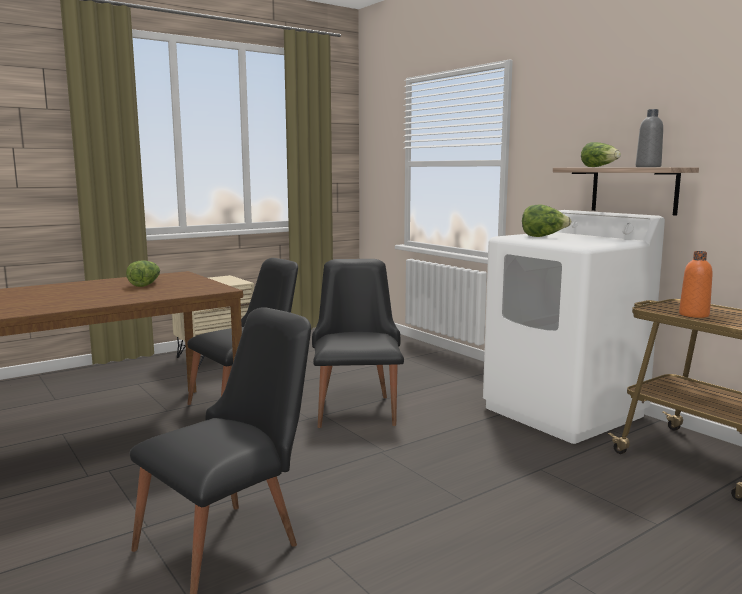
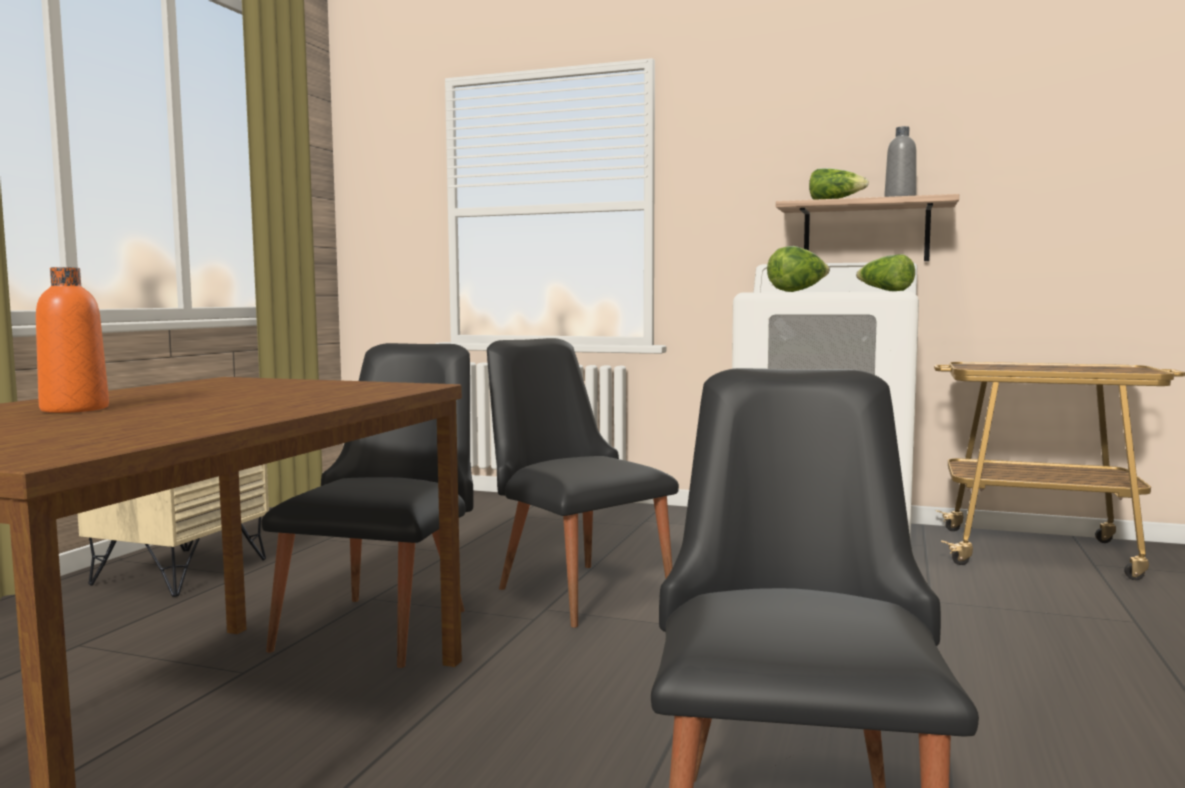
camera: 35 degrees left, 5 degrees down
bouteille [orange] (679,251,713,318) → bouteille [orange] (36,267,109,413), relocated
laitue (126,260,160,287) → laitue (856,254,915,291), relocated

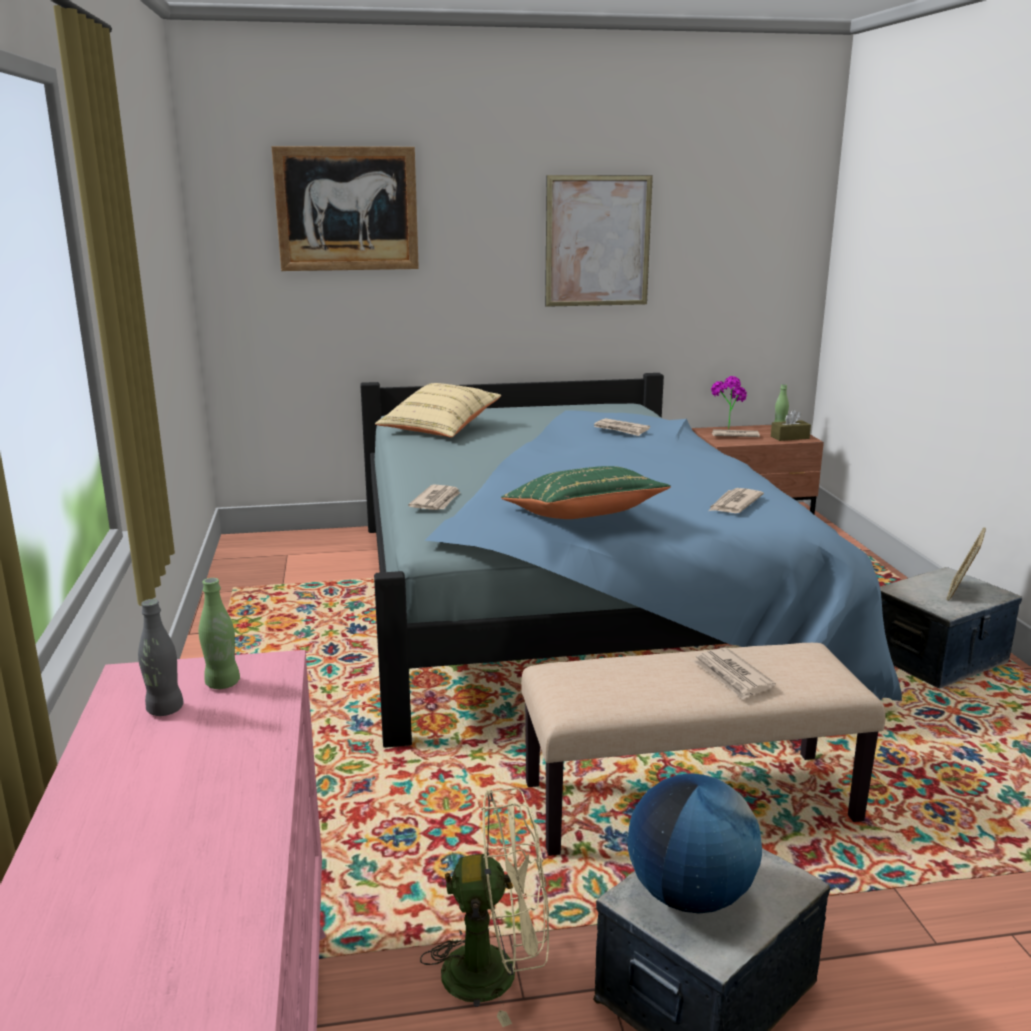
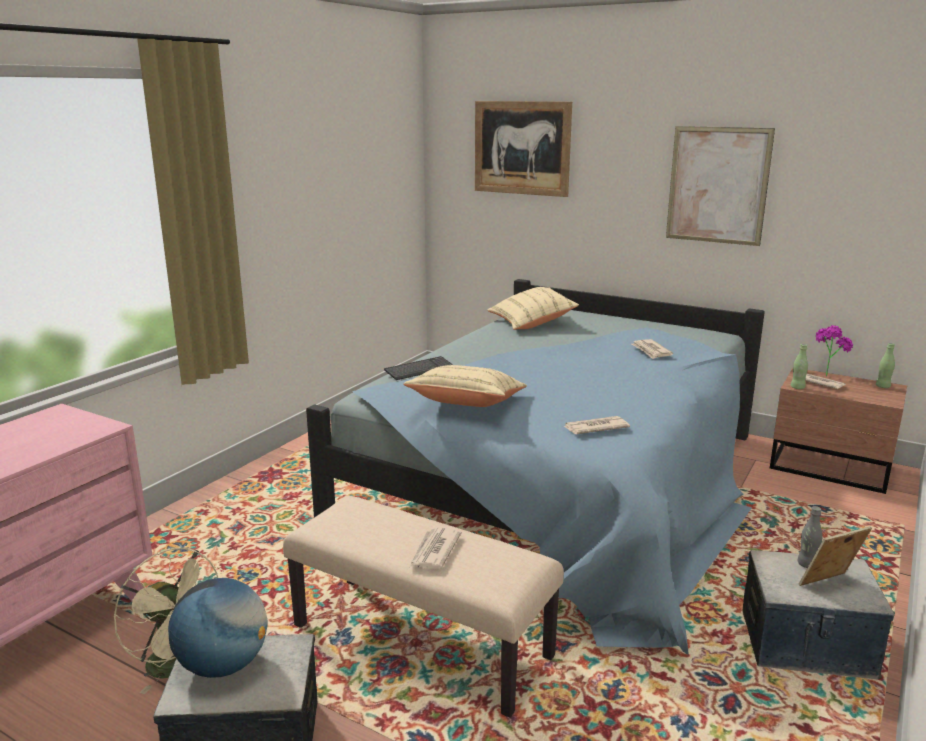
camera: 40 degrees right, 0 degrees up
journal (408,485,461,510) → clavier (384,356,453,380)
coussin [vert] (501,466,671,519) → coussin [beige] (403,365,527,407)
bouteille [vert] (199,578,240,689) → bouteille [vert] (791,344,808,389), relocated
bouteille [gris] (138,599,184,716) → bouteille [gris] (797,506,822,568), relocated
boîte à mouchoirs [marron] (771,410,811,441) → -

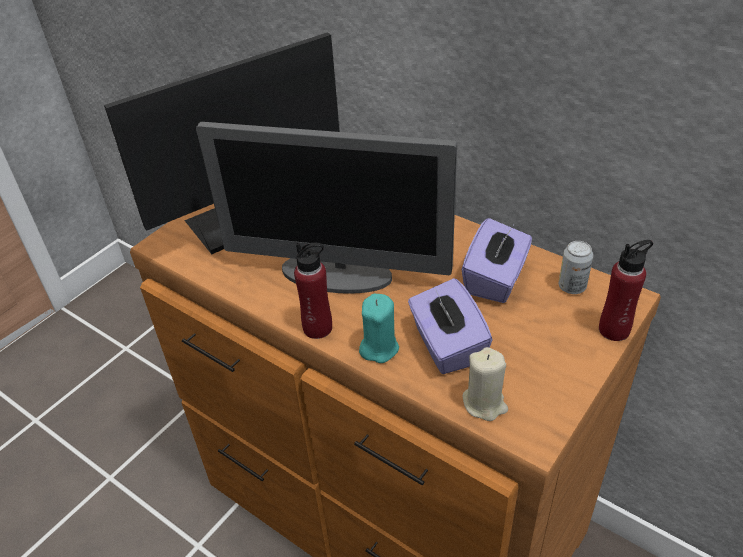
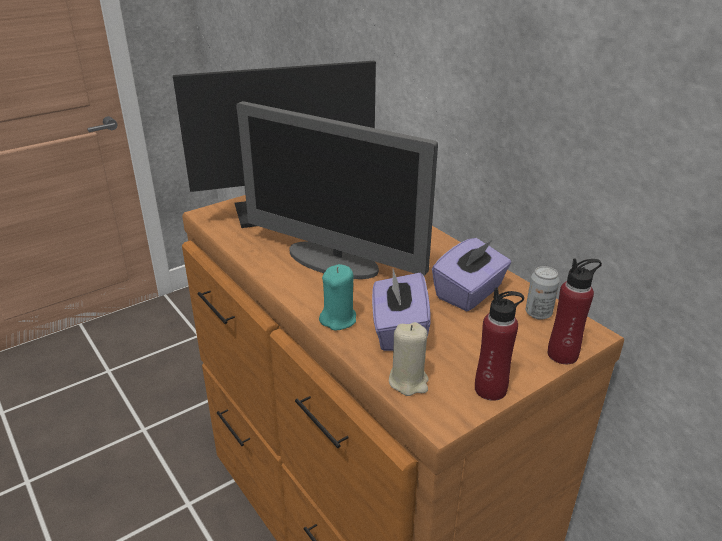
camera: 15 degrees right, 10 degrees down
bouteille [rouge] (294,242,332,339) → bouteille [rouge] (475,287,524,401), relocated

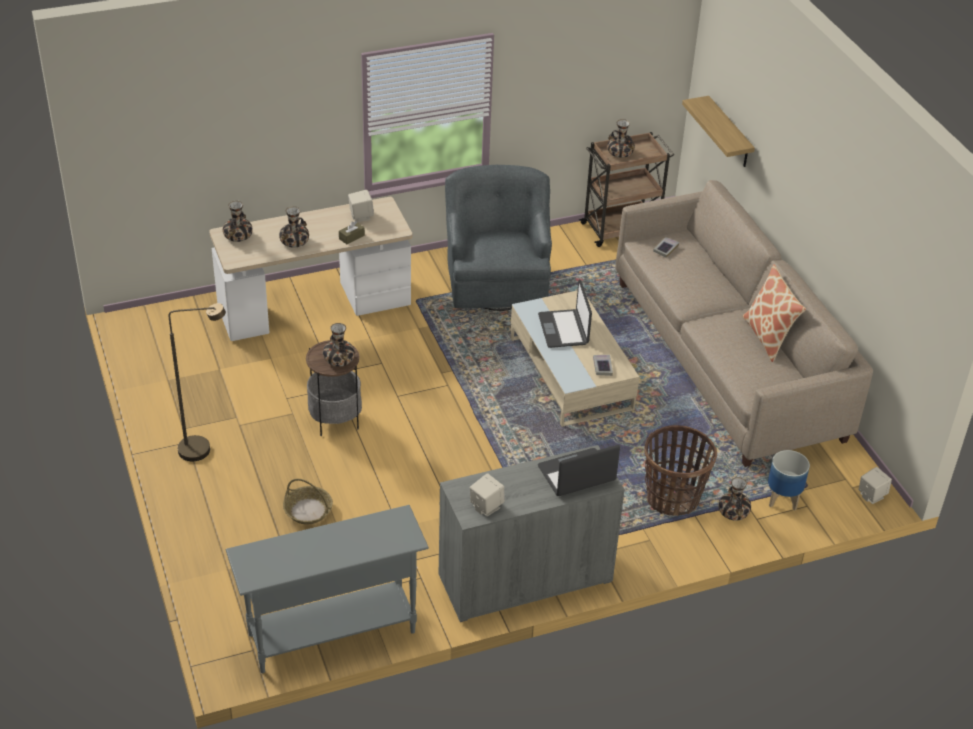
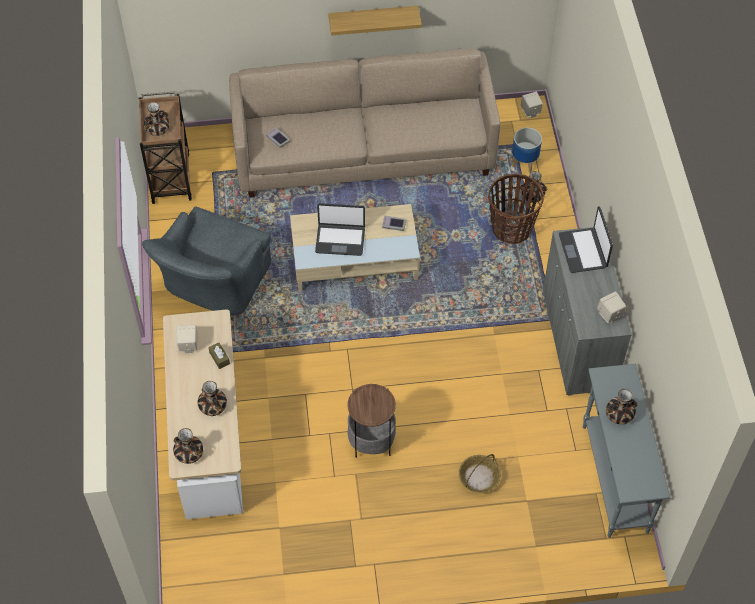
camera: 75 degrees left, 15 degrees up
fauteuil [gris] (445,165,552,311) → fauteuil [gris] (142,207,271,316), 75 degrees counterclockwise
étagère (682,96,755,167) → étagère (328,6,422,35), relocated
vase (323,323,355,367) → vase (606,389,637,425), relocated
lampadaire [marron] (169,303,226,461) → -
coussin (743,264,806,362) → -

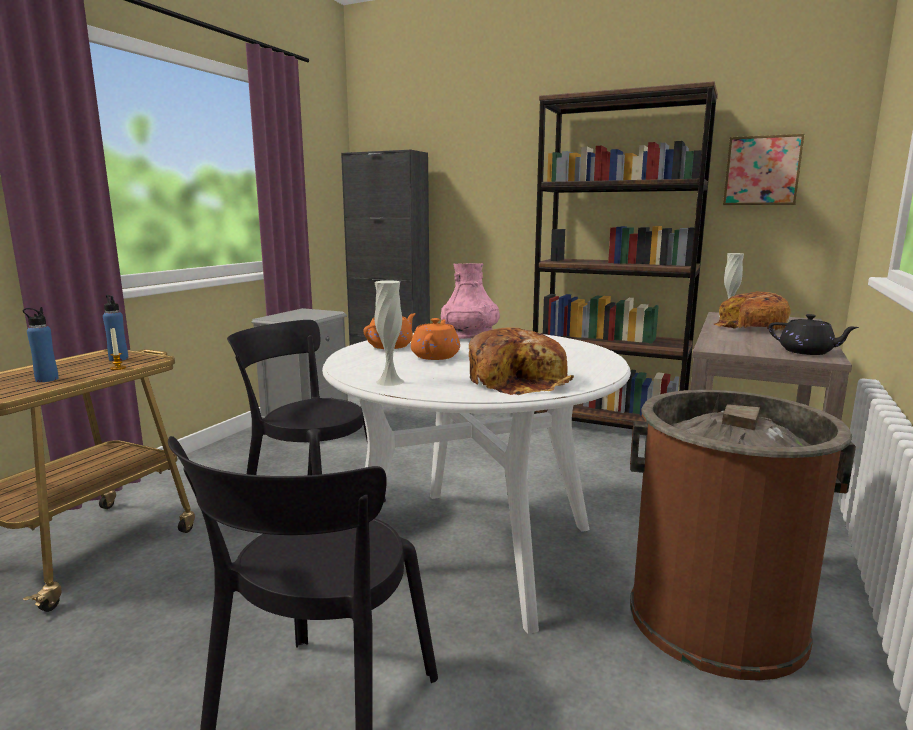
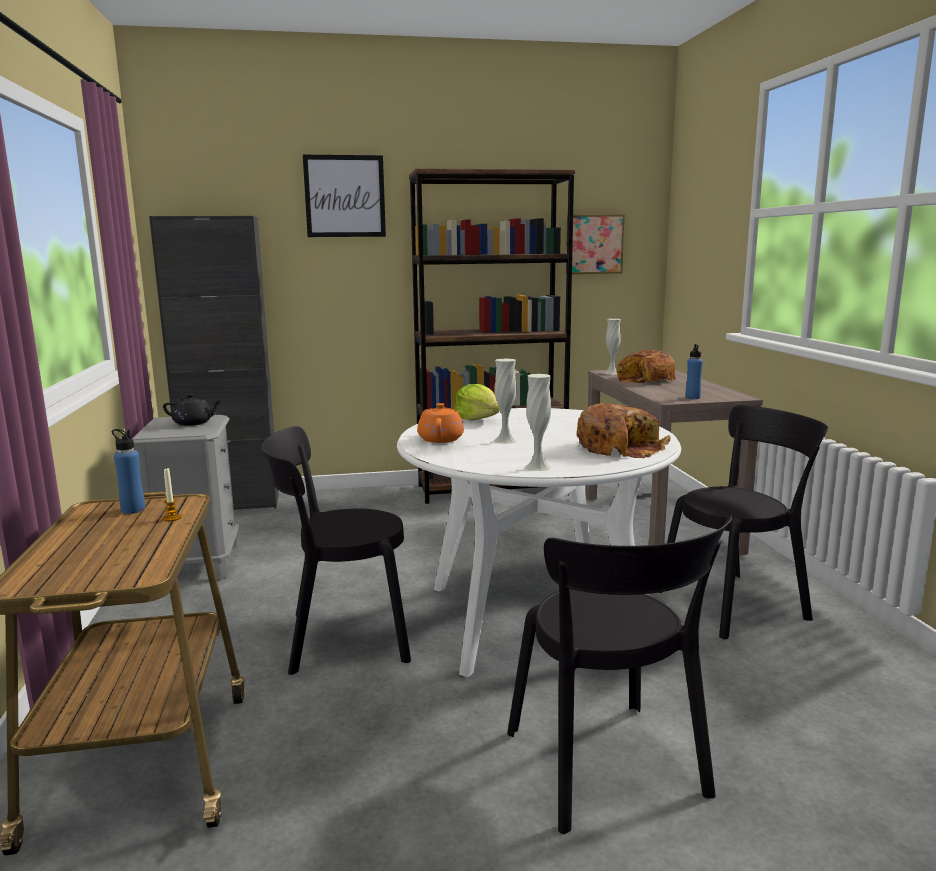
camera: 35 degrees left, 0 degrees up
théière [noir] (769,314,859,355) → théière [noir] (163,394,222,426), relocated
- → tableau (303,155,386,237)
vase [rose] (441,263,500,339) → laitue (455,384,500,421)
théière [orange] (411,318,460,360) → vase [blanc] (494,359,517,444)
poubelle [marron] (630,390,856,681) → chaise [noir] (659,405,829,639)
bouteille [bleu] (23,307,59,382) → bouteille [bleu] (685,344,703,399), relocated

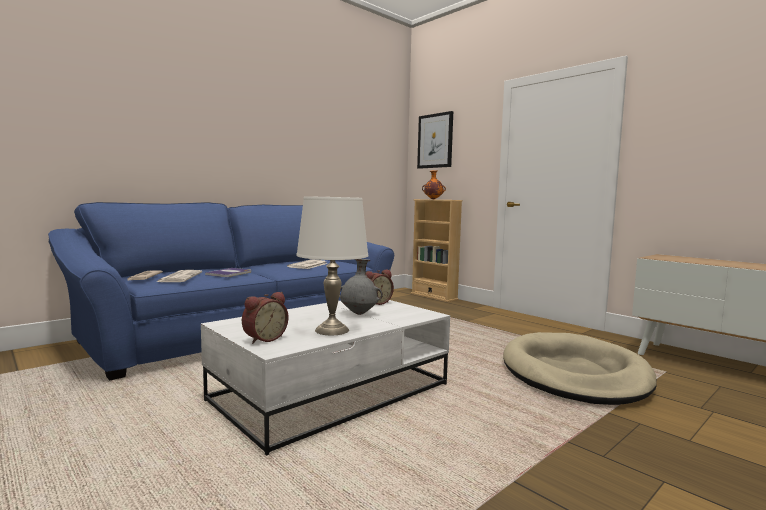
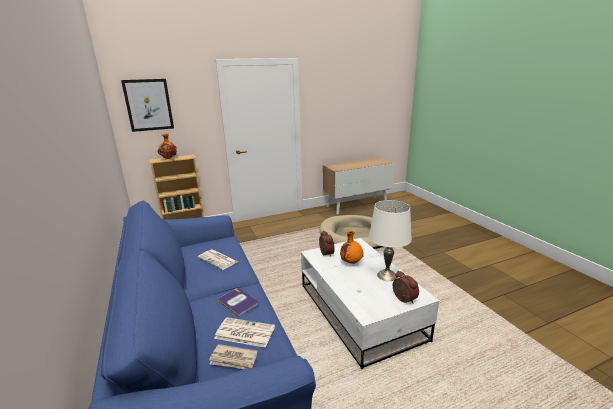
camera: 70 degrees left, 15 degrees up
vase [gris] (339,259,383,315) → vase [orange] (340,230,364,264)

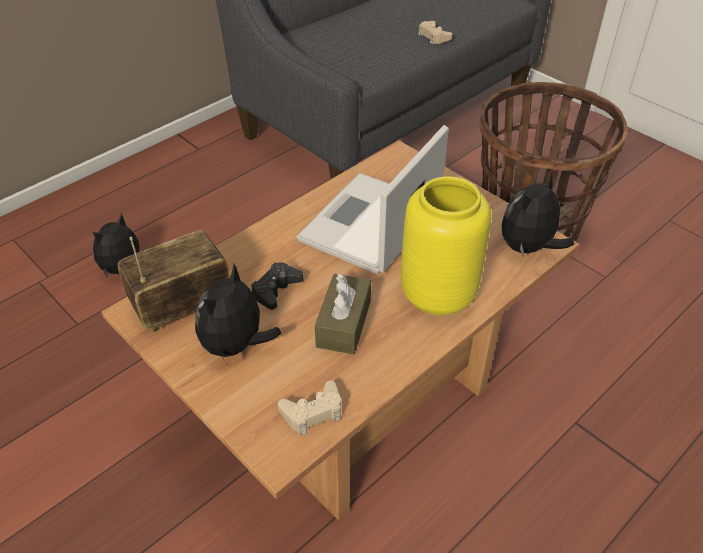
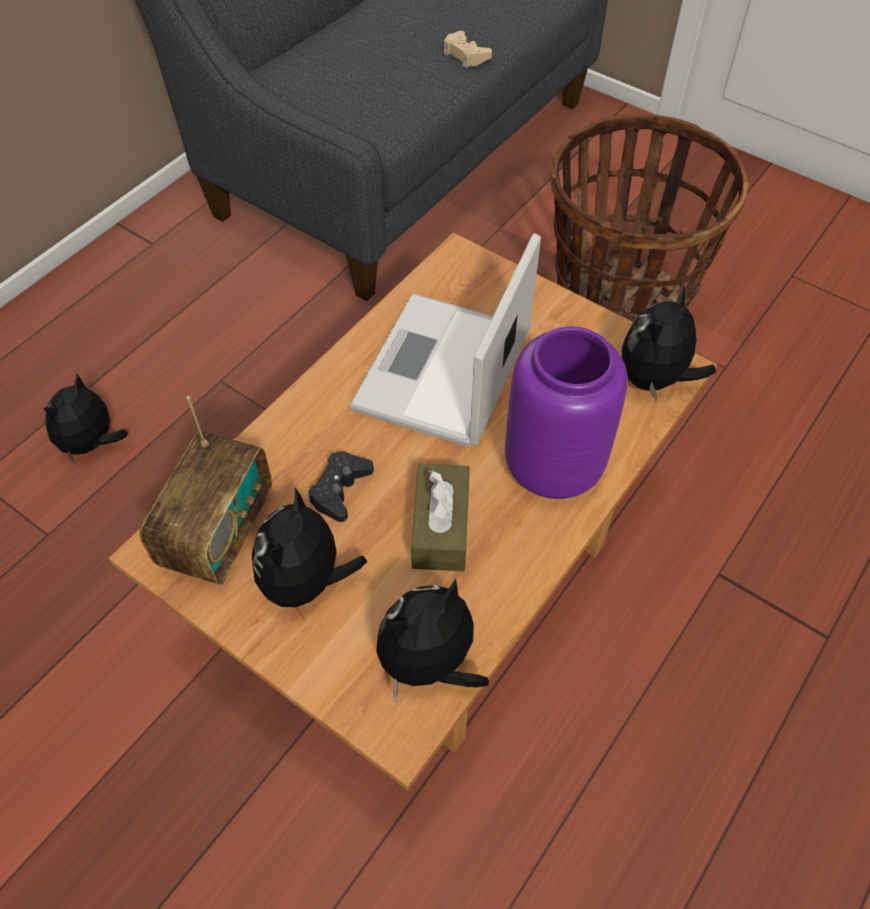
camera: 10 degrees left, 10 degrees up
radio (118,230,230,332) → radio (139,396,272,585), 150 degrees clockwise
manette [beige] (278,381,341,435) → peluche (376,578,489,703)
vase [jaune] (401,176,491,315) → vase [violet] (505,326,628,499)

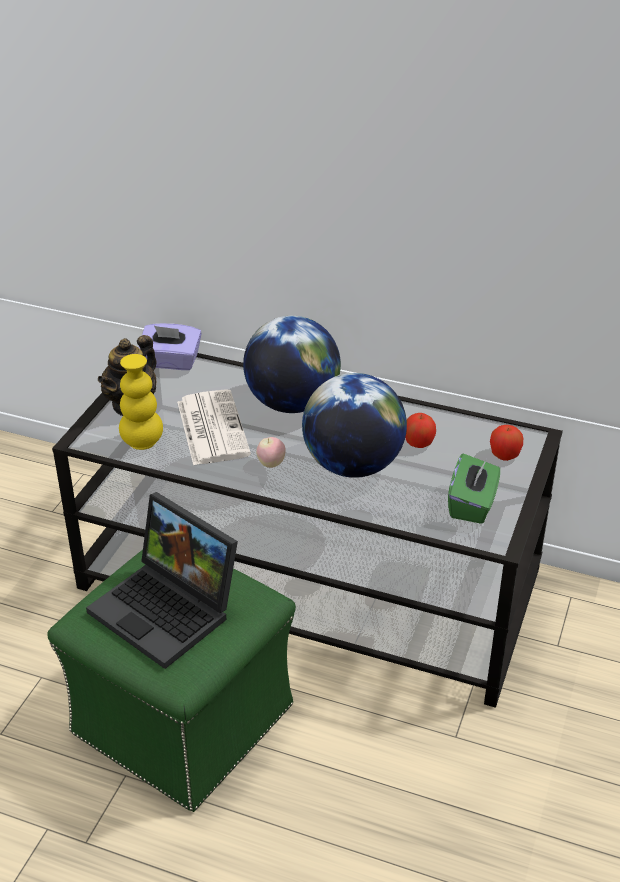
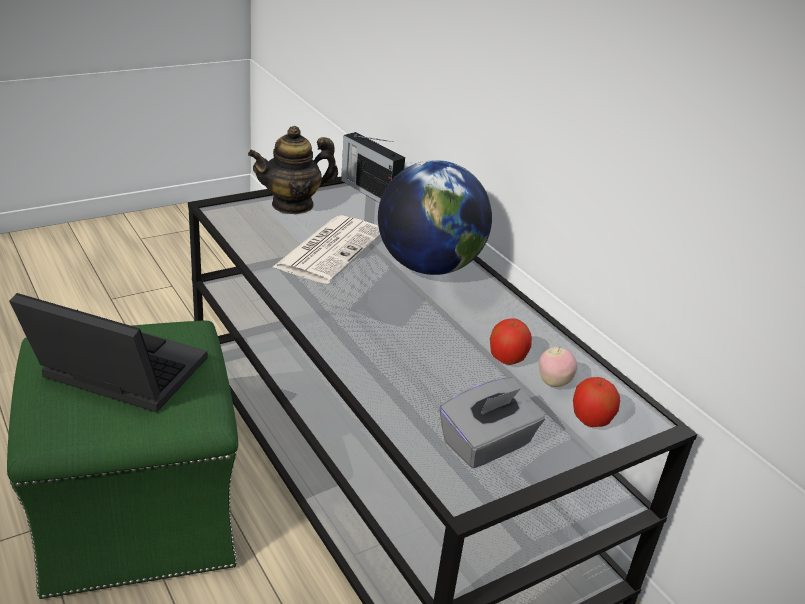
camera: 35 degrees right, 5 degrees down
ordinateur portable (86,492,238,669) → ordinateur portable (9,293,208,412), 120 degrees clockwise
boîte à mouchoirs [violet] (138,323,202,370) → radio (341,132,405,203)
boîte à mouchoirs [vert] (448,453,500,524) → boîte à mouchoirs [gris] (439,377,545,468)
pomme (256,437,286,468) → pomme (539,347,577,387), relocated
vase [jaune] (119,354,163,450) → -
globe (302,373,407,478) → -

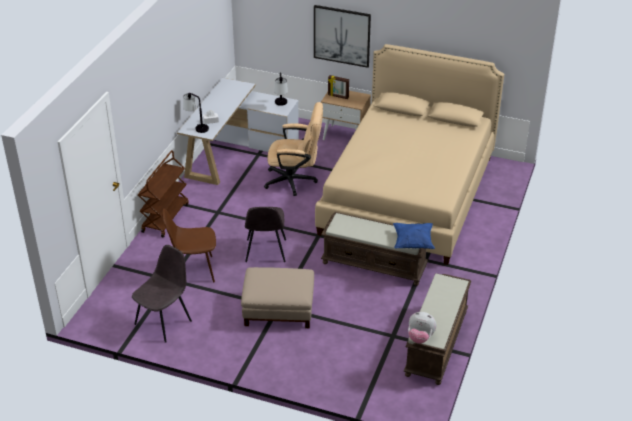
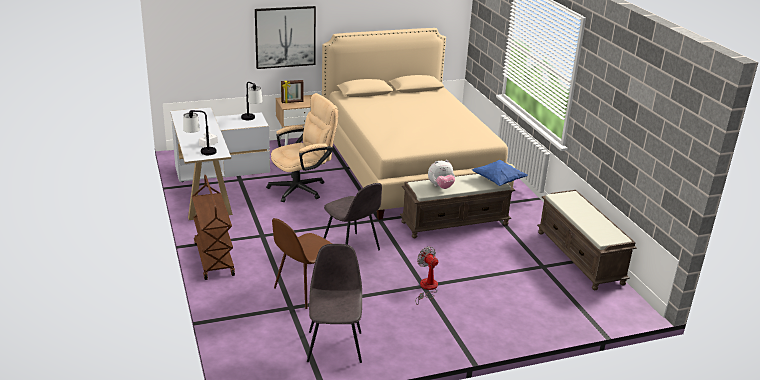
camera: 40 degrees left, 10 degrees down
pouf [beige] (241,267,314,328) → ventilateur (415,247,438,305)
peluche (408,312,436,344) → peluche (428,160,455,189), relocated

